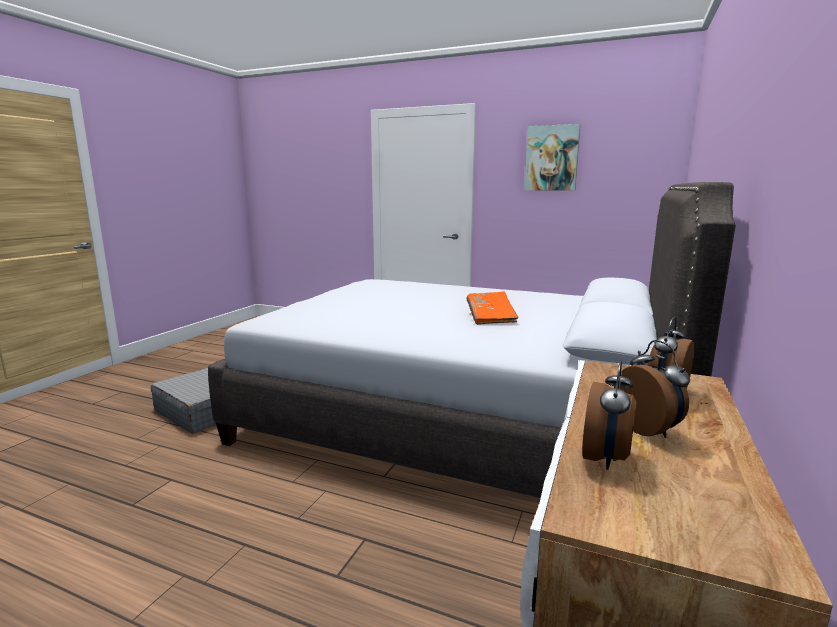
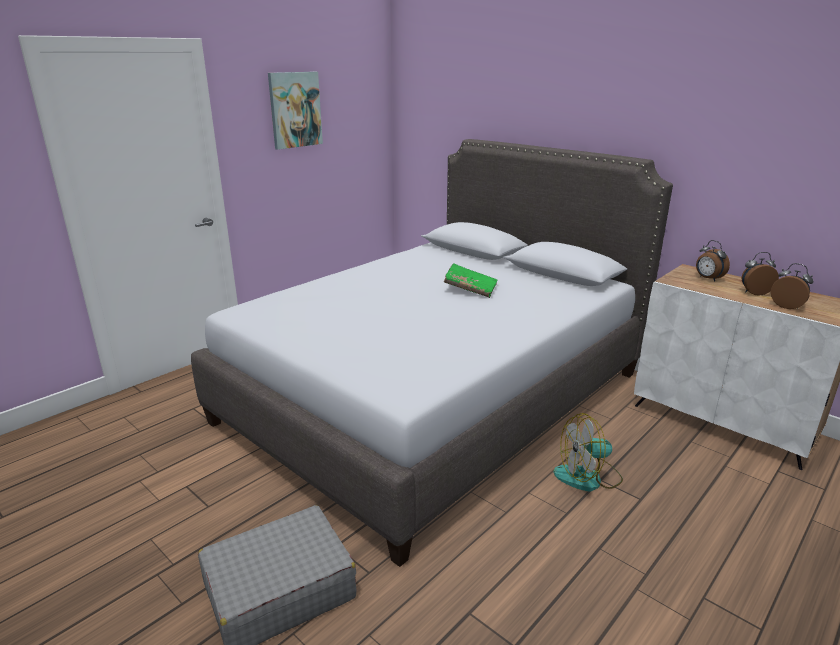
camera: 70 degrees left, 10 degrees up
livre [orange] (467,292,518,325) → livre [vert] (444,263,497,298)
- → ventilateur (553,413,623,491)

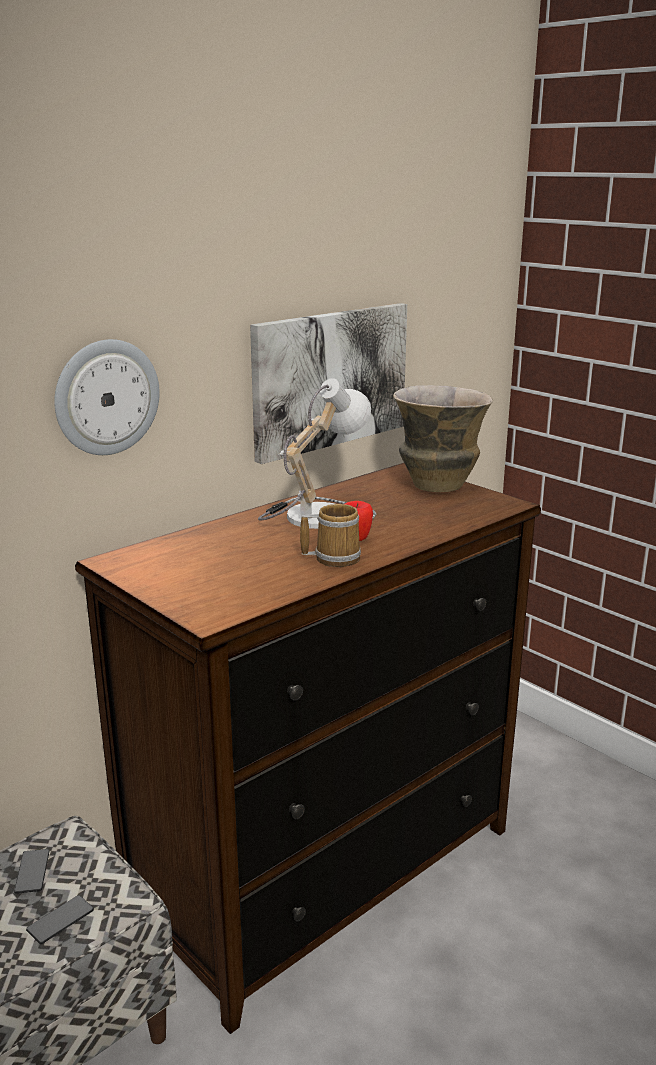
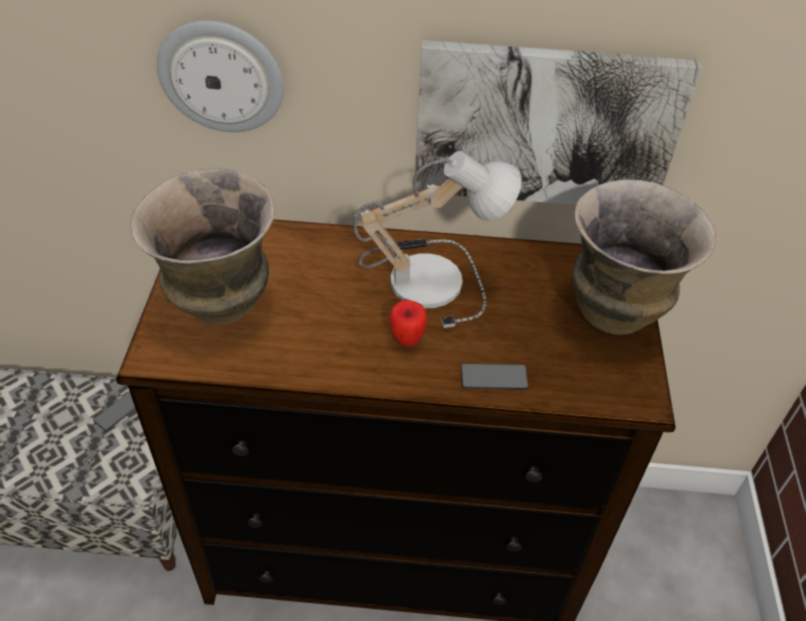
camera: 45 degrees right, 25 degrees up
- → vase (130,168,275,325)
téléphone (26,895,94,944) → téléphone (461,364,529,390), relocated
mug (300,504,361,567) → -

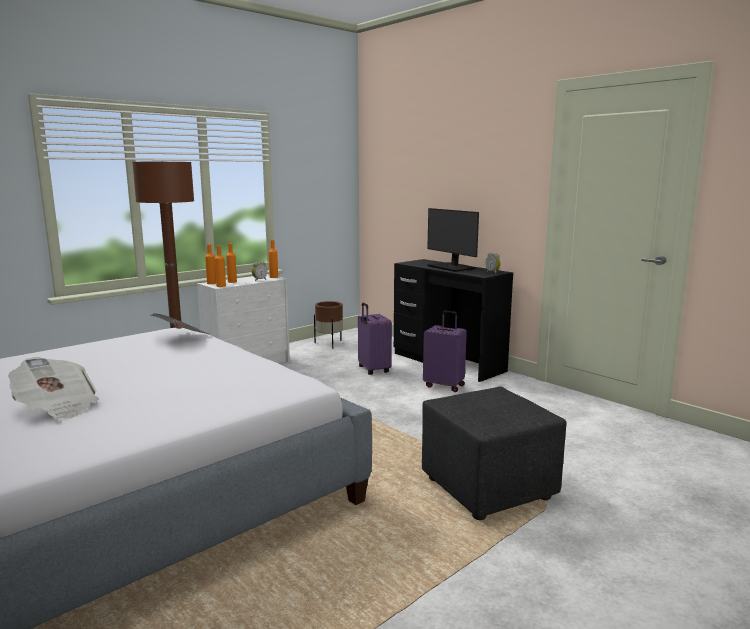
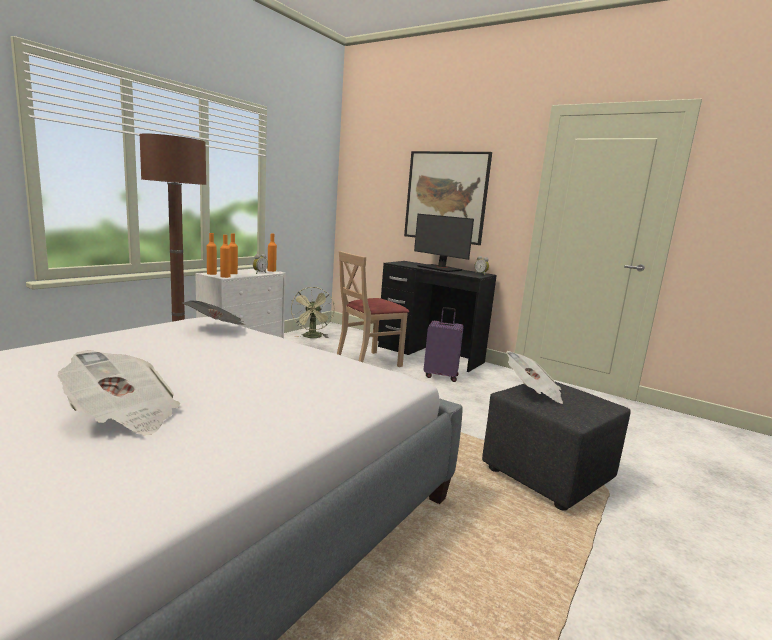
camera: 15 degrees left, 0 degrees up
cache-pot [marron] (314,301,343,349) → ventilateur [vert] (291,287,335,338)
valise [violet] (358,302,392,375) → chaise [beige] (337,251,409,367)
- → tableau (404,151,492,245)
- → journal (506,351,563,404)

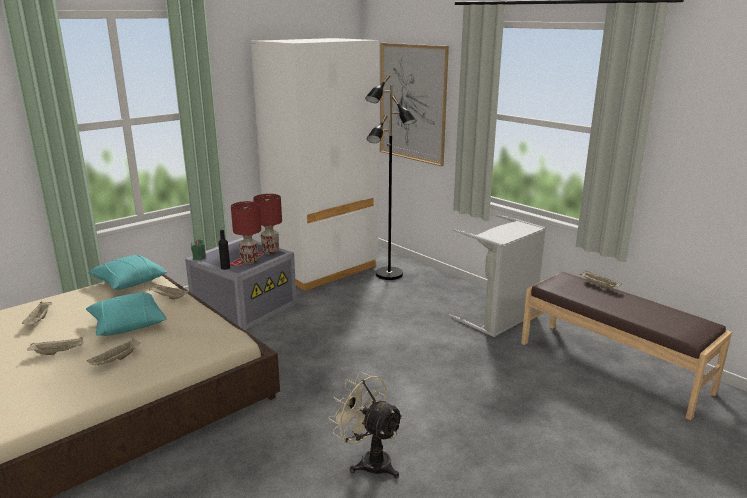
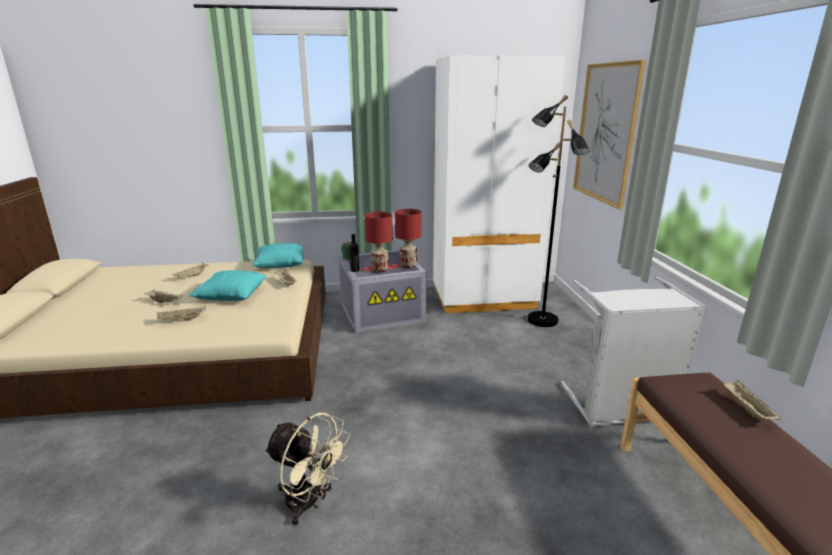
camera: 35 degrees right, 0 degrees up
ventilateur [beige] (329,372,404,479) → ventilateur [beige] (264,413,350,526), 135 degrees clockwise

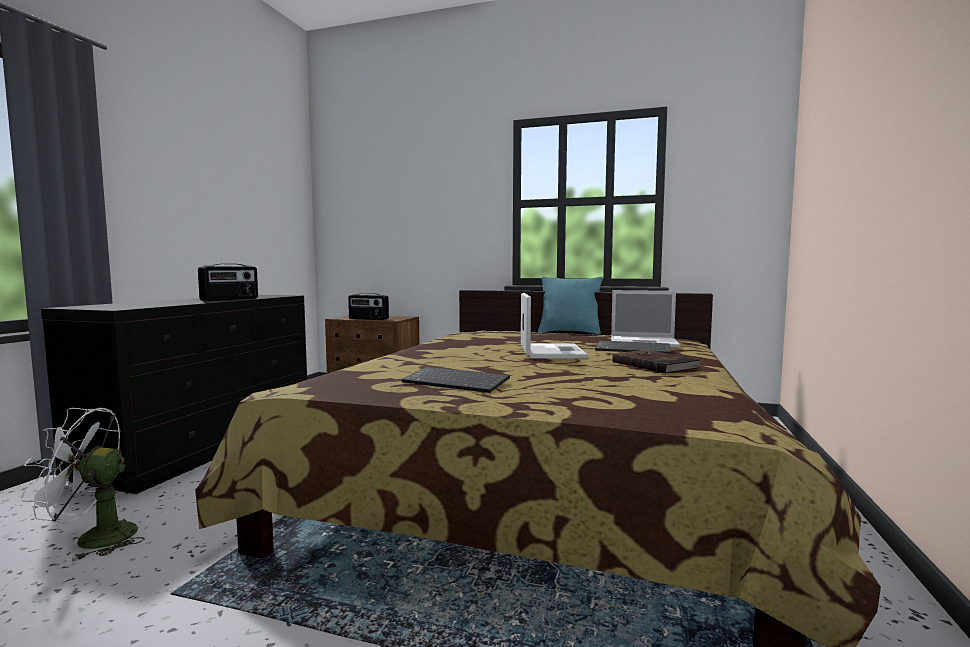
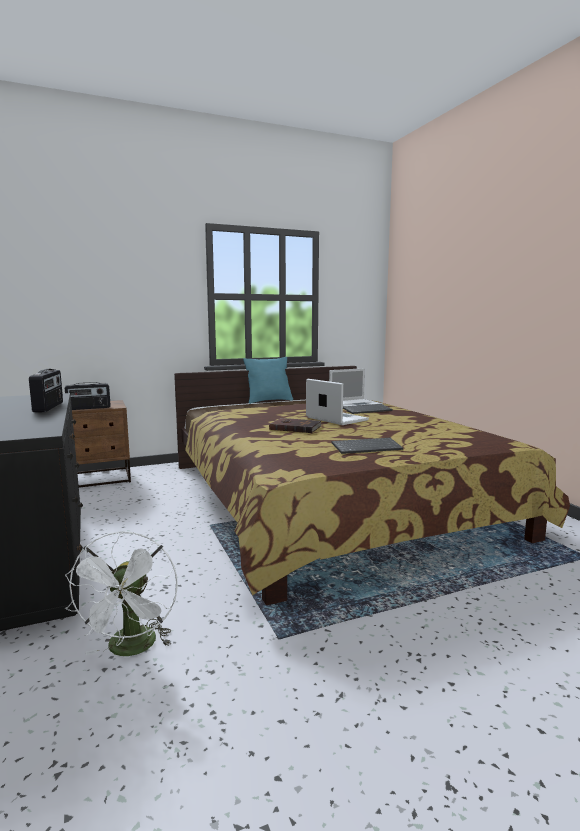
camera: 40 degrees left, 5 degrees up
ventilateur [blanc] (21,408,145,561) → ventilateur [blanc] (65,531,178,656), 45 degrees counterclockwise
livre [marron] (612,350,701,374) → livre [marron] (269,418,322,433), relocated

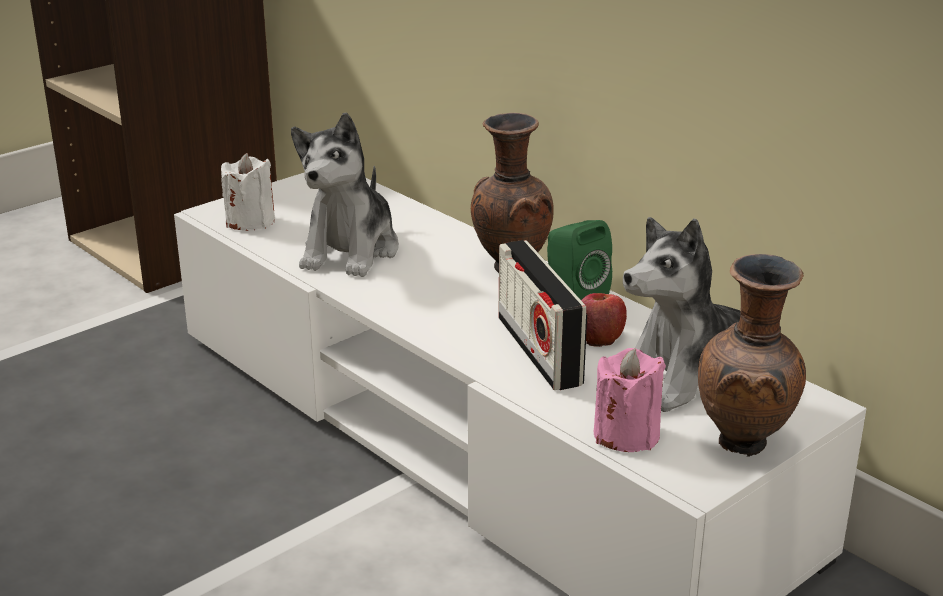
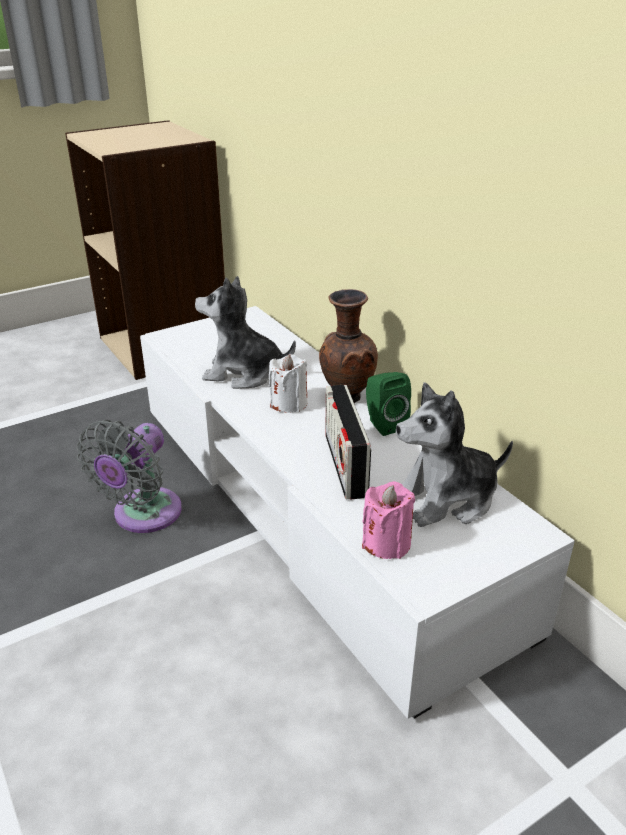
camera: 10 degrees right, 5 degrees up
- → ventilateur [gris] (76,420,182,533)
peluche (291,112,399,277) → peluche (195,276,296,389), 75 degrees clockwise
bougie [blanc] (221,153,275,231) → bougie [blanc] (269,354,308,413), relocated
pomme (581,293,627,347) → -
vase [marron] (698,254,806,457) → -

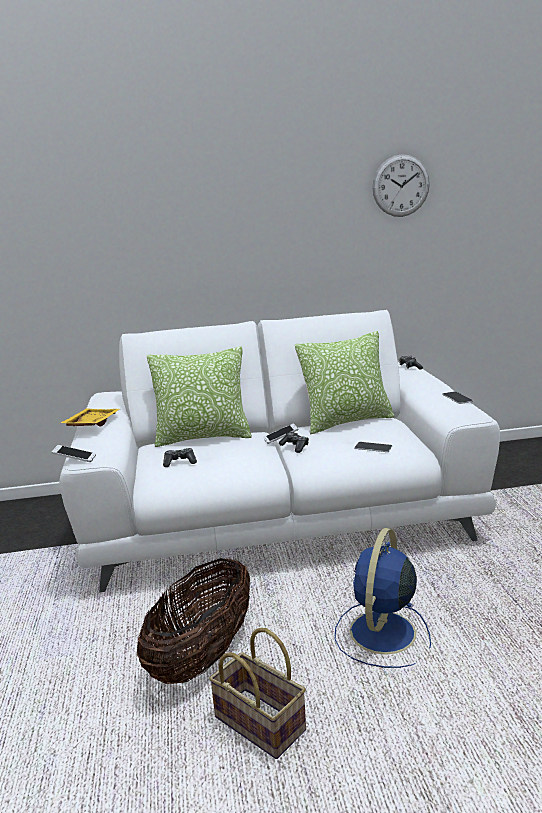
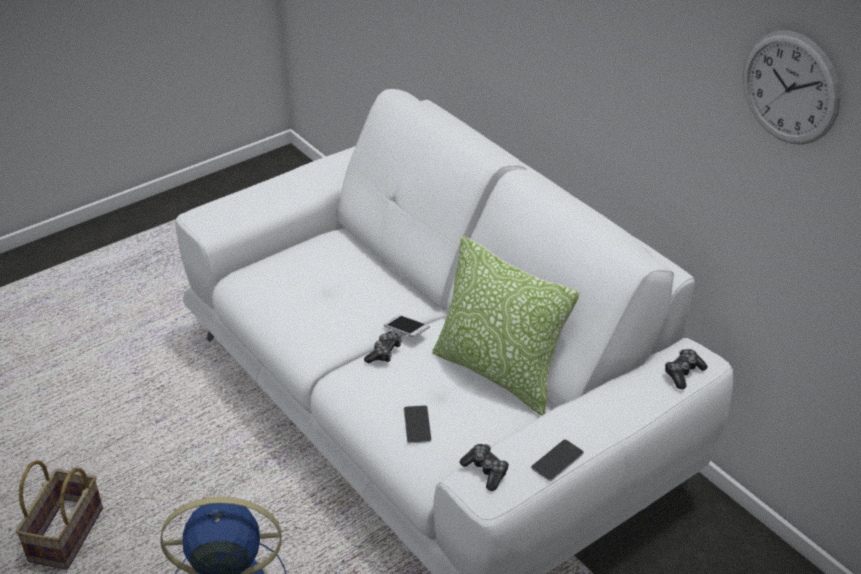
camera: 60 degrees right, 20 degrees up
manette (163,448,197,467) → manette (460,444,509,491), relocated
téléphone (51,445,96,462) → -
plateau [jaune] (60,408,120,427) → -
panier (137,558,250,684) → -
coussin (147,346,252,447) → -

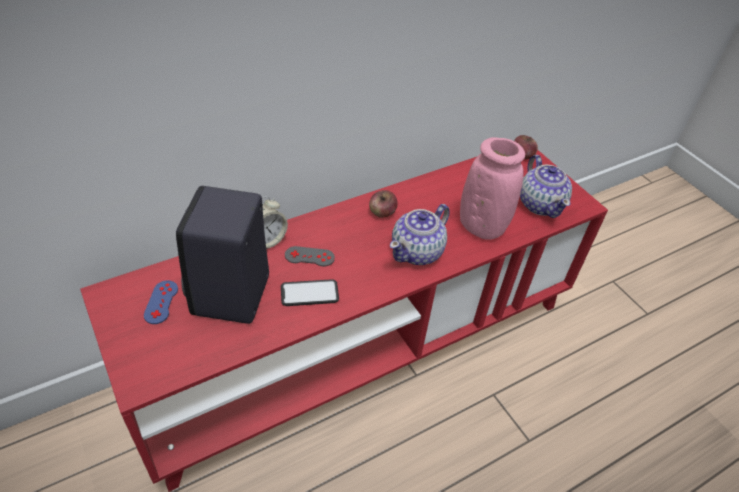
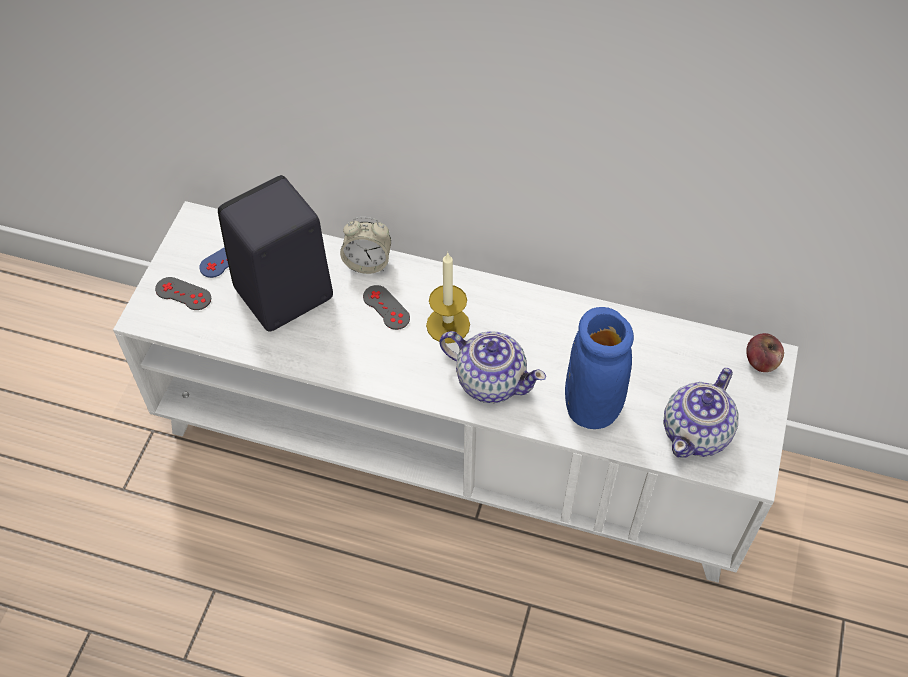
camera: 50 degrees right, 10 degrees up
meuble télé [rouge] (80,150,608,492) → meuble télé [blanc] (113,201,798,583)
- → manette [gris] (155,277,211,310)
- → bougie (426,252,470,344)
théière (390,204,450,265) → théière (439,331,546,403), 150 degrees counterclockwise
vase [rose] (460,137,525,240) → vase [bleu] (565,307,634,429)
téléphone (281,279,339,306) → -
pomme (369,190,398,218) → -

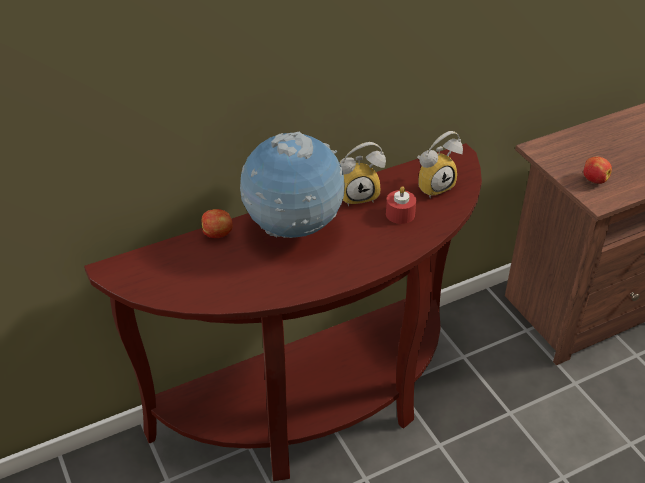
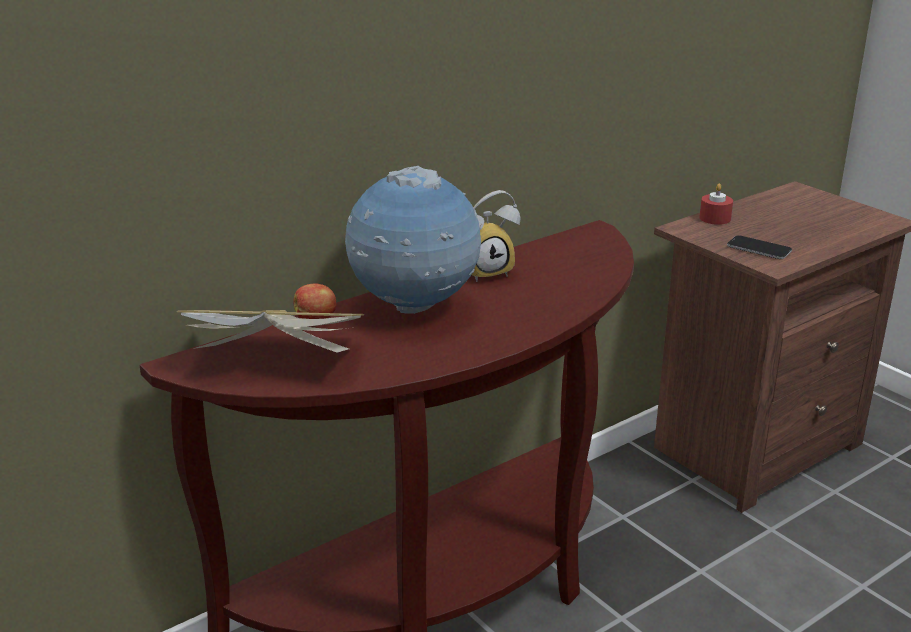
camera: 10 degrees left, 15 degrees down
- → livre (177,310,364,353)
bougie [rouge] (386,186,416,224) → bougie [rouge] (699,184,733,225), relocated
pomme (583,157,612,184) → téléphone (727,235,792,259)
réveil (417,131,463,198) → -

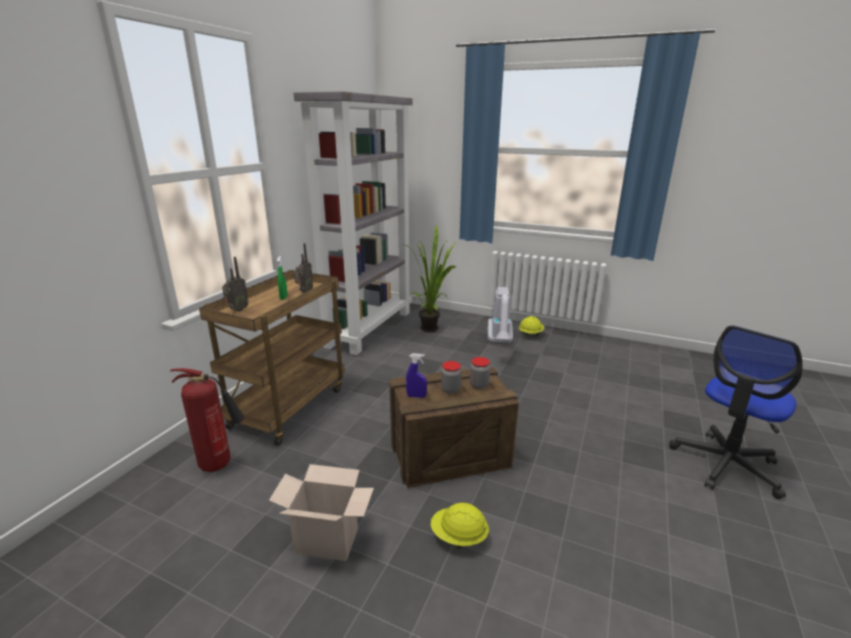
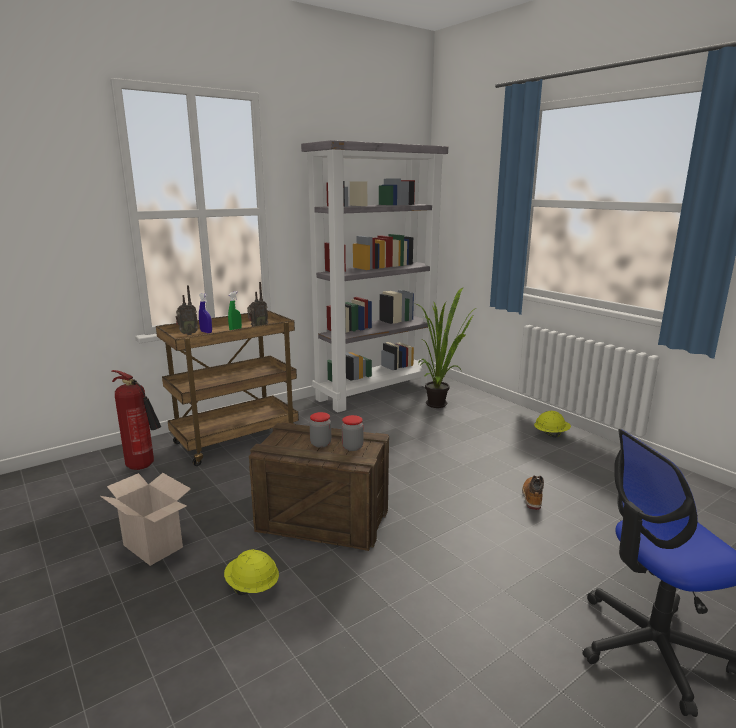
camera: 30 degrees right, 5 degrees down
vaporisateur [bleu] (406,353,427,398) → vaporisateur [bleu] (199,293,212,333), relocated
- → botte (522,476,544,510)
aspirateur (488,287,513,343) → -

